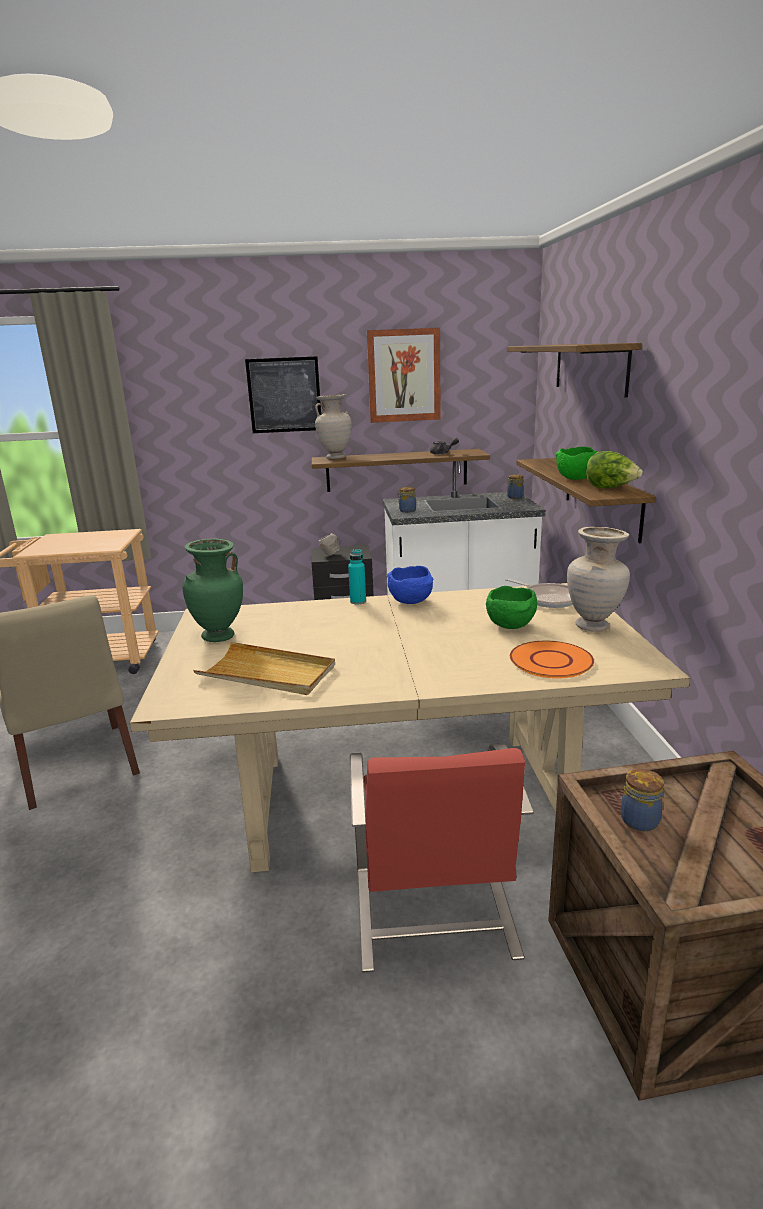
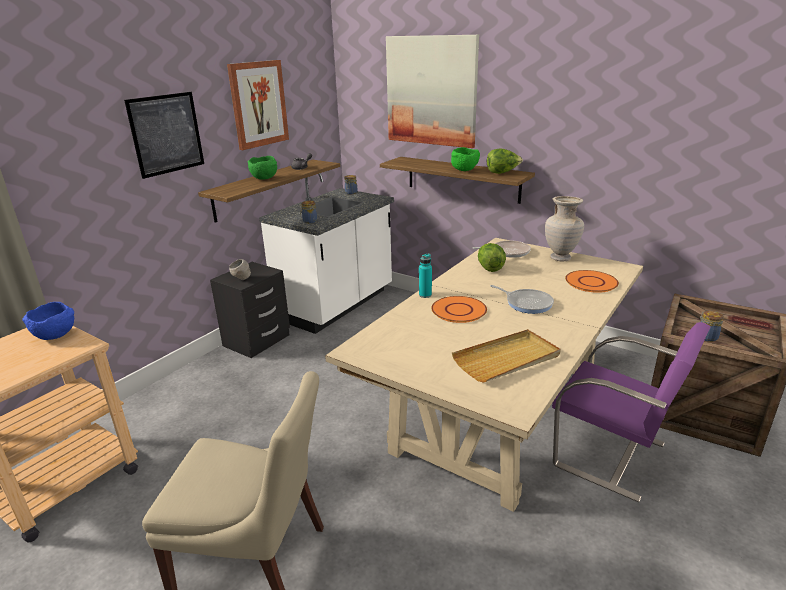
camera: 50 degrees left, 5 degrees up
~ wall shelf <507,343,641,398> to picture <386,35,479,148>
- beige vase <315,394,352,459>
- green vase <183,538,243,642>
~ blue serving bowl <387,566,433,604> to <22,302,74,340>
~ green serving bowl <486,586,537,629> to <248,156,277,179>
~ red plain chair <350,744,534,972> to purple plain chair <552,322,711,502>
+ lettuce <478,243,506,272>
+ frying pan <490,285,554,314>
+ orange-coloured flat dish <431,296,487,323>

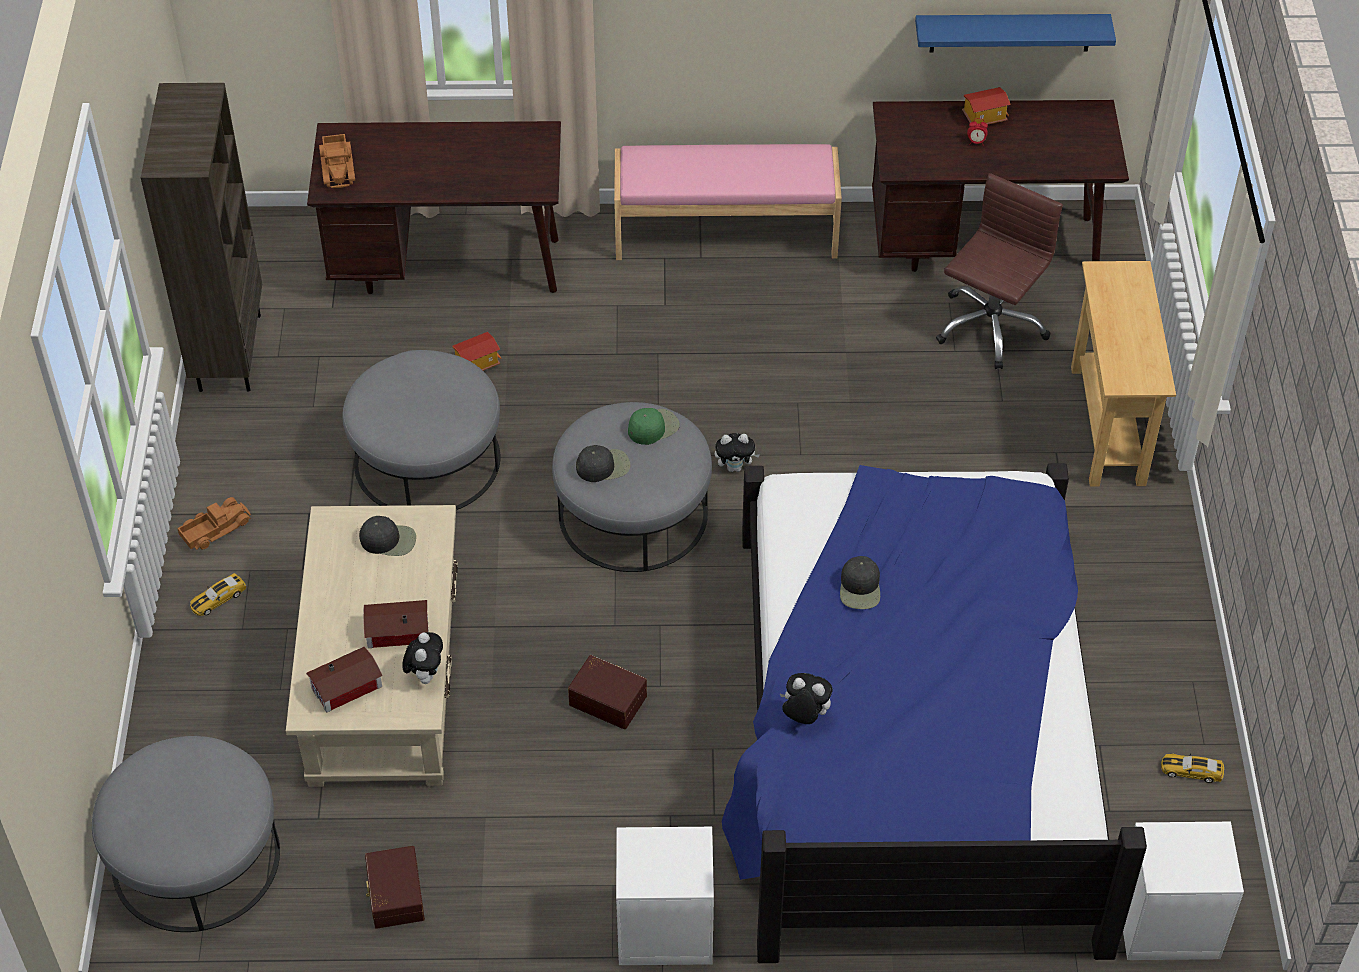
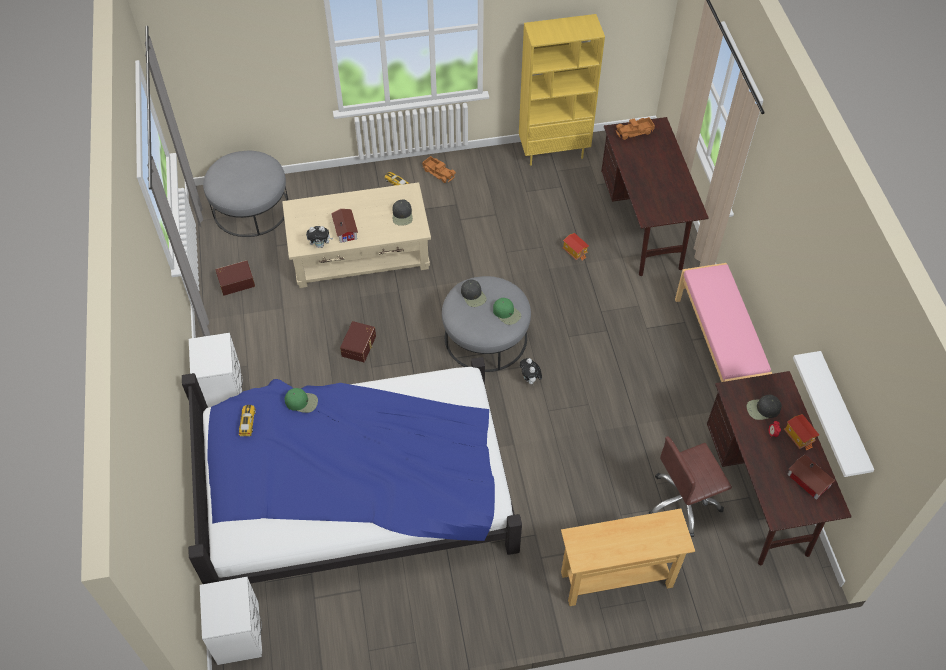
camera: 80 degrees right, 5 degrees up
~ blue wall shelf <915,14,1116,53> to whitish wall shelf <793,351,874,477>
~ brown-coloured shelving unit <141,83,262,392> to yellowish shelving unit <519,14,605,166>
~ brown-coloured desk chair <936,173,1063,369> = <649,436,732,537> 135 degrees clockwise
- grey pouffe <343,350,500,510>
~ blackish baseball cap <840,556,880,609> to <747,395,782,420>
~ toy house <306,646,383,713> to <787,455,835,500>
~ cuddly toy <779,673,833,724> to green baseball cap <285,388,318,413>
~ miniature car <1161,753,1224,783> to <239,405,256,437>

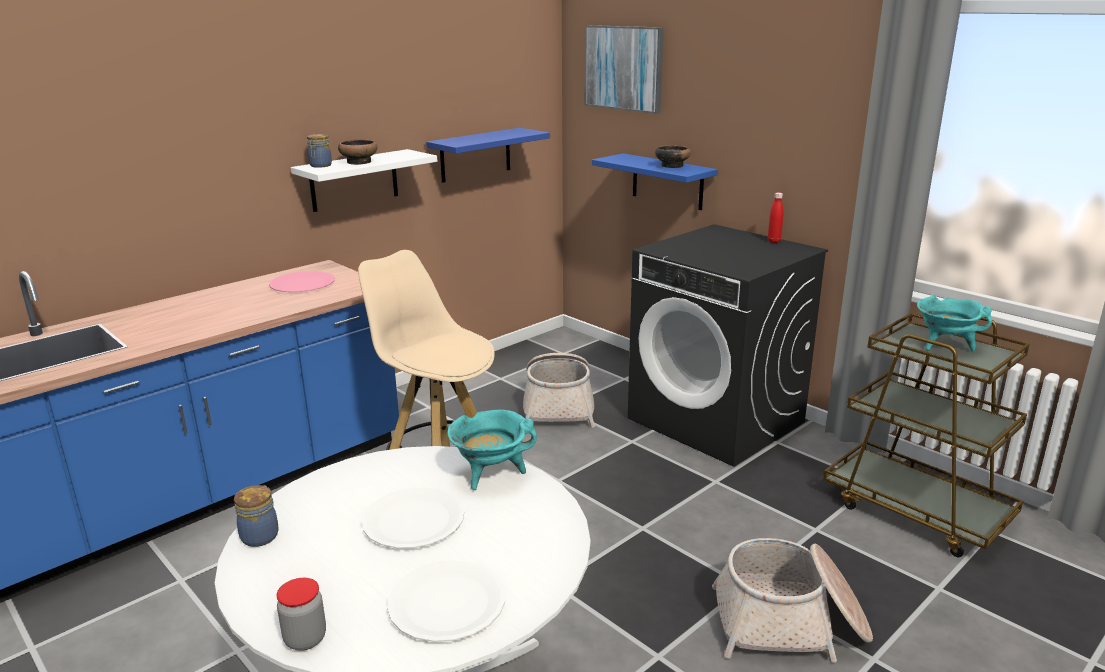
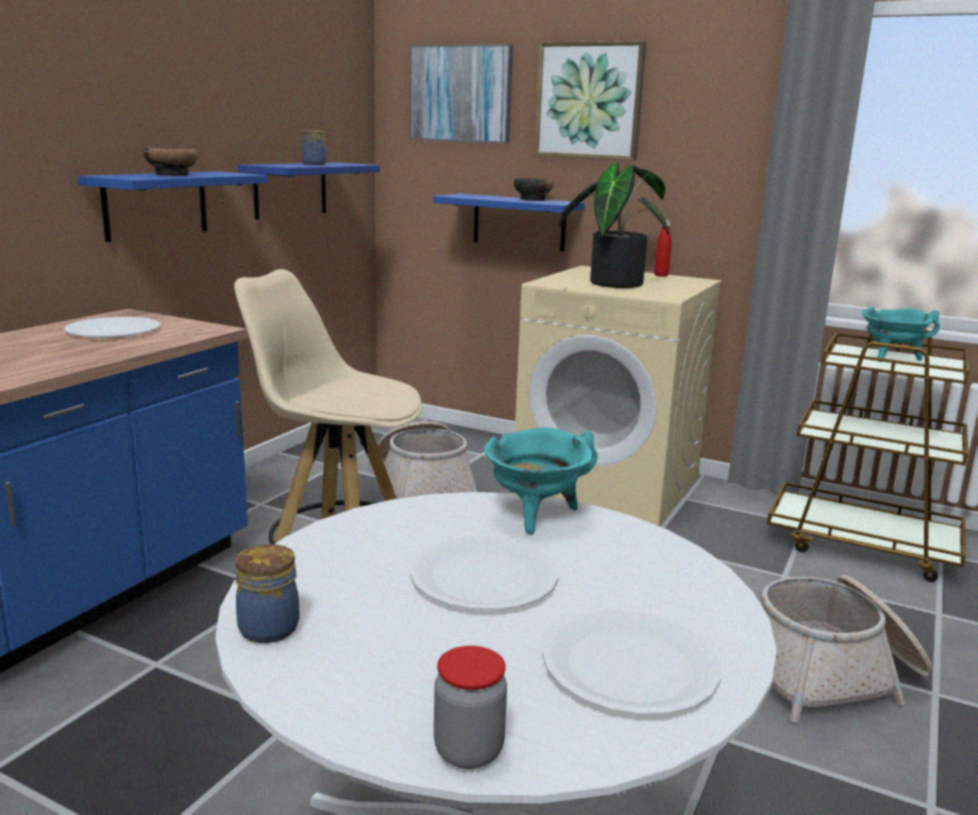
camera: 20 degrees left, 5 degrees down
~ jar <307,134,332,168> to <302,130,326,165>
~ whitish wall shelf <291,149,437,212> to blue wall shelf <78,171,268,242>
~ blackish laundry machine <628,224,828,467> to beige laundry machine <512,266,722,526>
~ pinkish flat dish <269,271,335,292> to whitish flat dish <65,317,161,338>
+ picture <534,41,646,161>
+ potted plant <559,163,669,288>

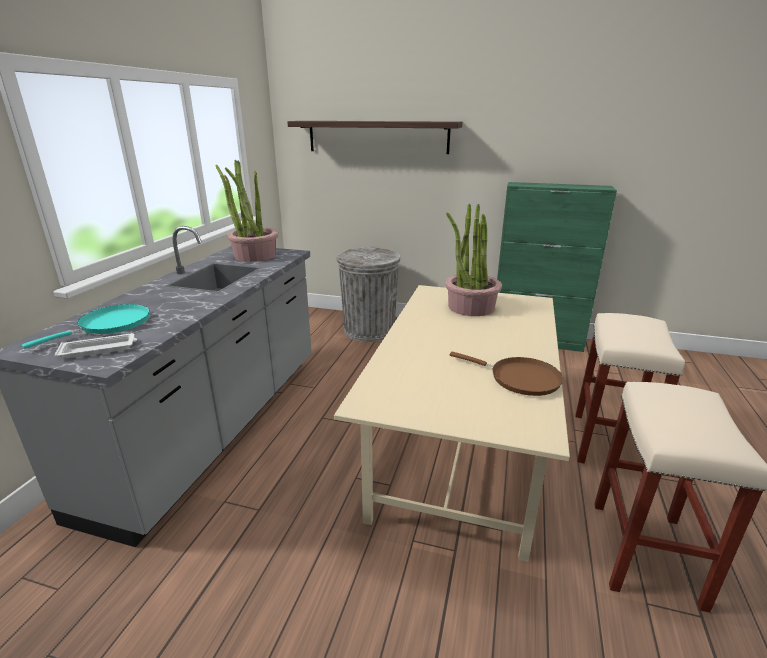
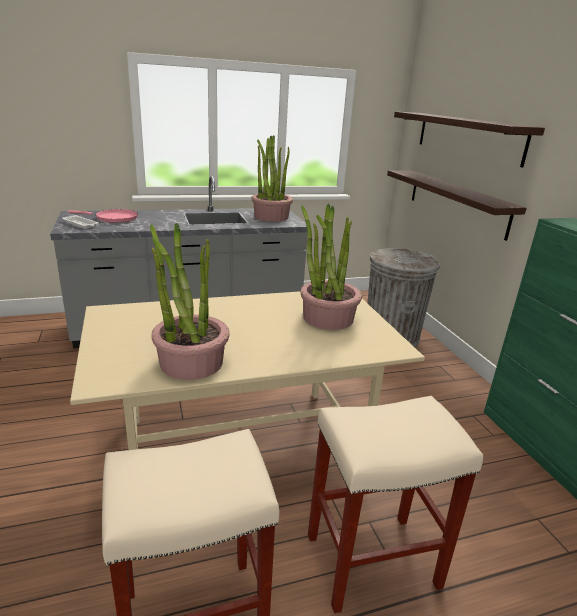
camera: 55 degrees right, 0 degrees up
~ turquoise frying pan <22,304,150,349> to pinkish frying pan <68,209,138,223>
~ brown-coloured frying pan <450,352,563,396> to potted plant <150,223,230,380>
+ wall shelf <387,170,526,241>

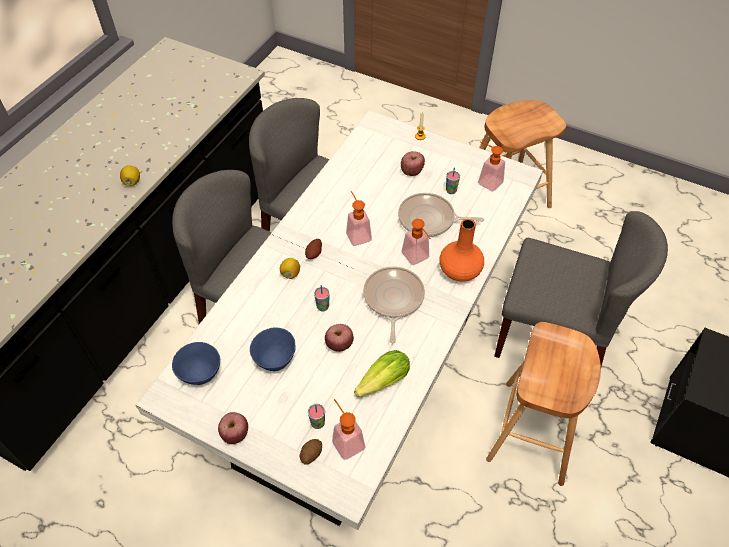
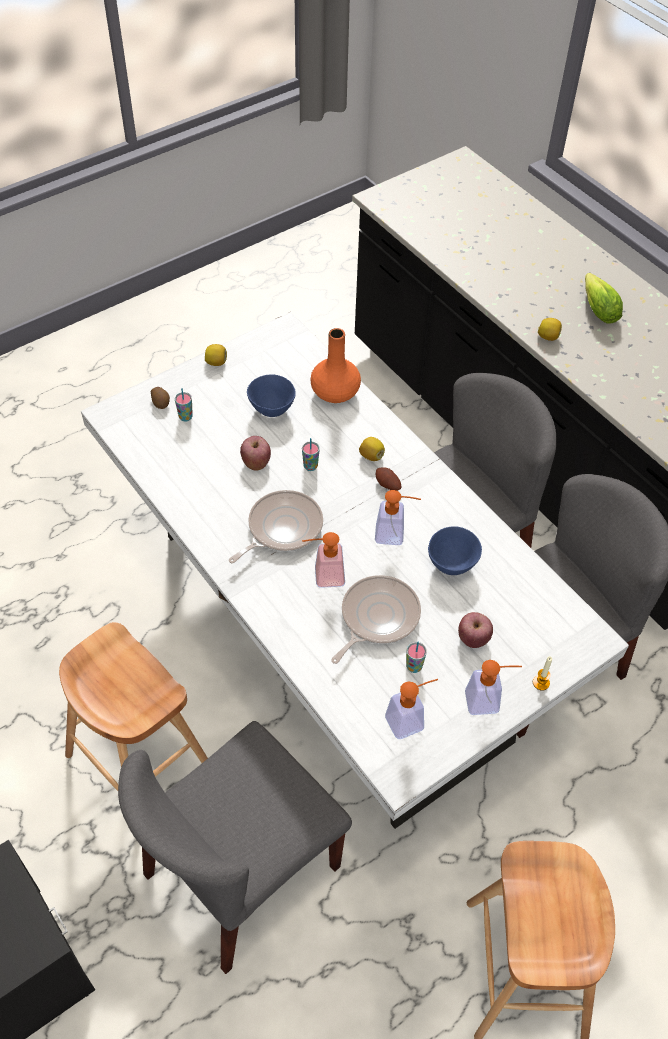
camera: 115 degrees right, 0 degrees up
~ orange-coloured vase <439,219,484,282> to <310,328,361,403>
~ frying pan <363,266,425,343> = <229,490,323,563> 75 degrees counterclockwise
~ blue serving bowl <172,342,220,385> to <428,526,482,575>
~ lettuce <354,350,410,397> to <585,273,623,323>
~ soap dispenser <332,399,365,460> to <465,660,522,715>
~ apple fruit <218,412,248,444> to lemon <205,344,227,366>

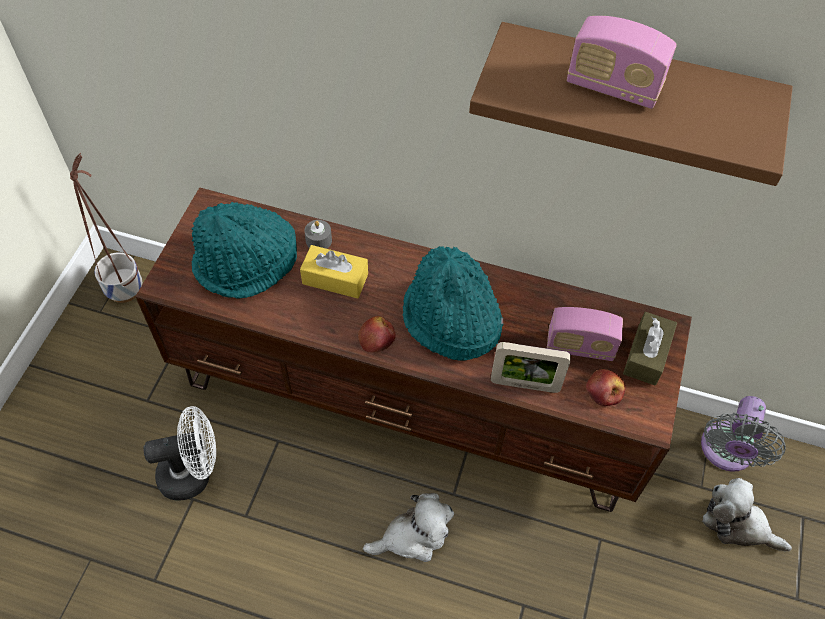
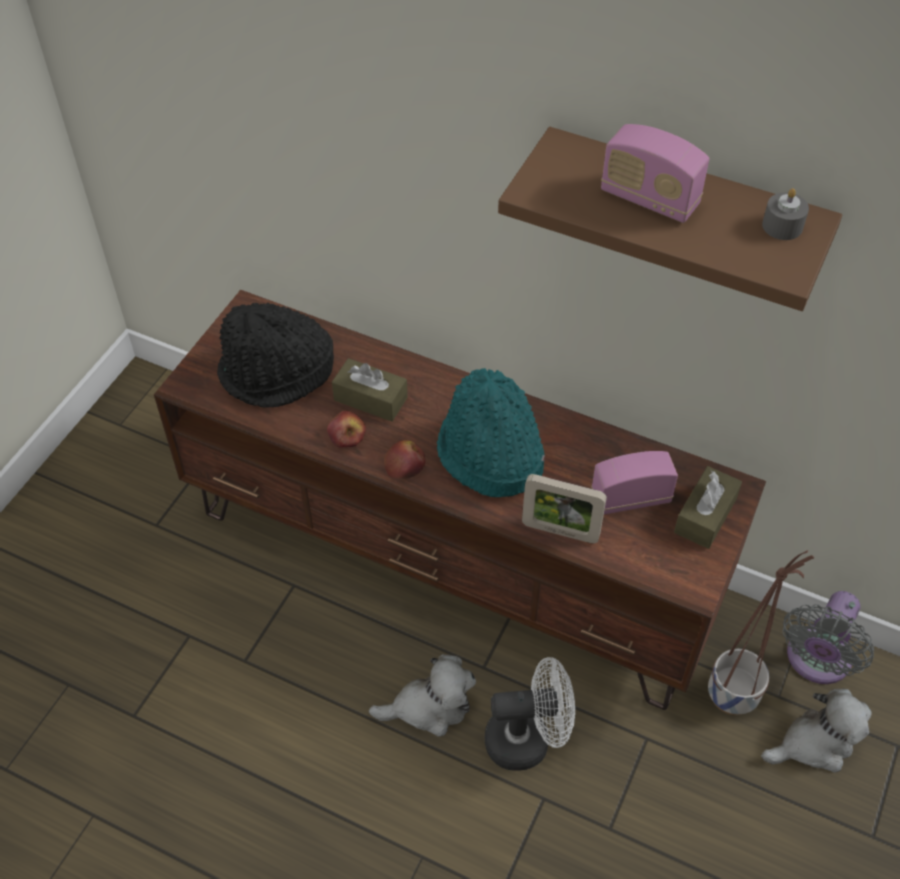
camera: 10 degrees right, 5 degrees down
~ plant pot <70,153,142,303> to <708,550,814,715>
~ turquoise hat <191,202,297,298> to blackish hat <217,303,334,408>
~ grey wax light <304,220,332,249> to <762,188,809,240>
~ yellowish box of tissues <300,245,368,299> to brown-coloured box of tissues <332,358,408,422>
~ radio <547,307,623,361> = <591,451,678,514> 150 degrees clockwise
~ apple fruit <586,369,626,406> to <327,411,366,448>
~ whitish electric fan <143,406,216,501> to <485,657,575,771>
~ cuddly toy <702,478,792,552> = <761,689,872,773> 120 degrees clockwise

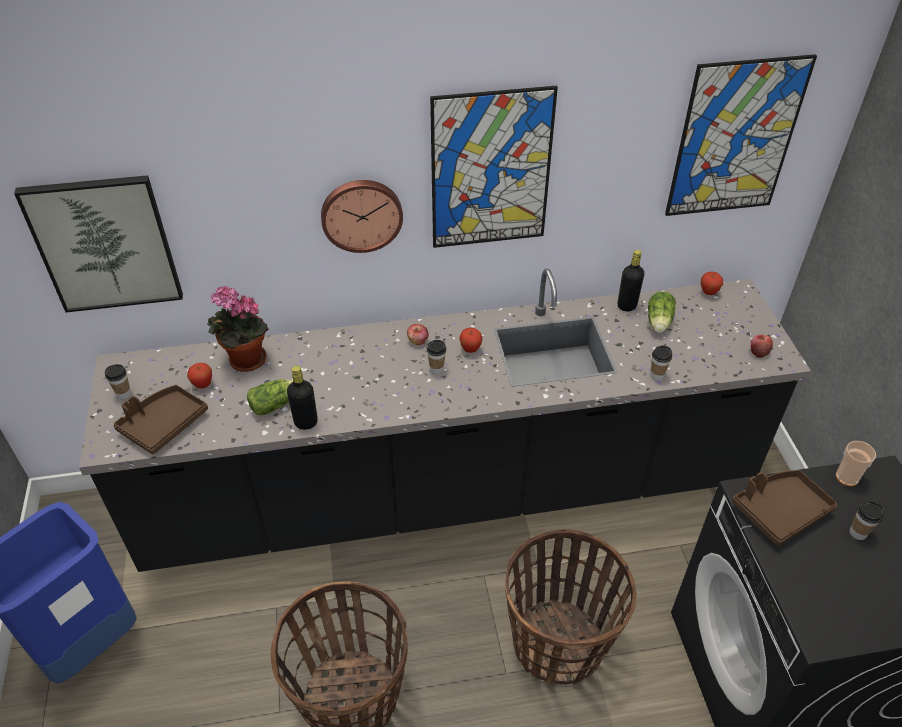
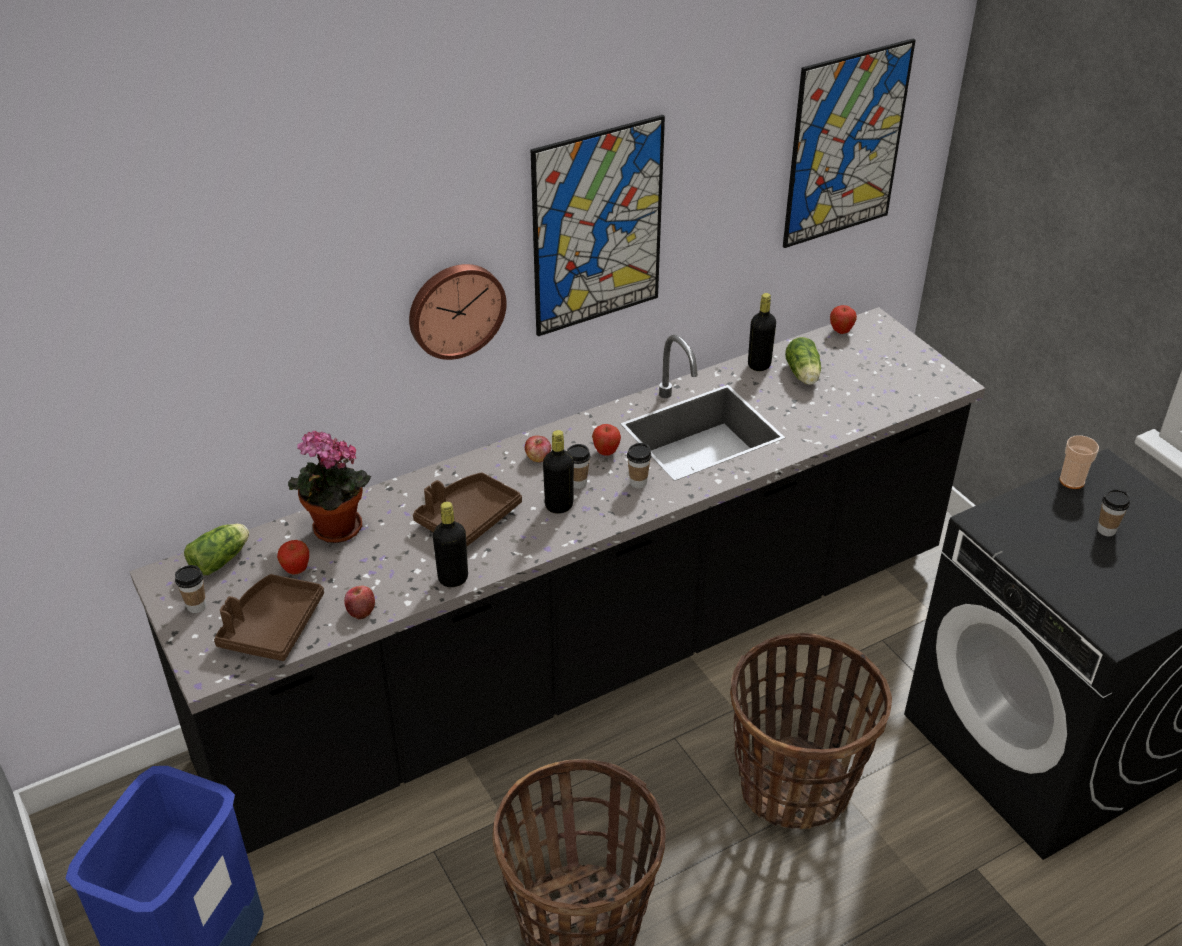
camera: 20 degrees left, 5 degrees down
- picture <14,175,183,312>
~ apple fruit <751,335,773,358> to <344,586,375,620>
~ cup <650,345,672,381> to <627,443,651,488>
~ lettuce <247,379,293,415> to <184,524,249,576>
~ brown-coloured carrying tray <732,470,837,546> to <413,472,522,546>
+ blackish drink bottle <543,430,574,514>

